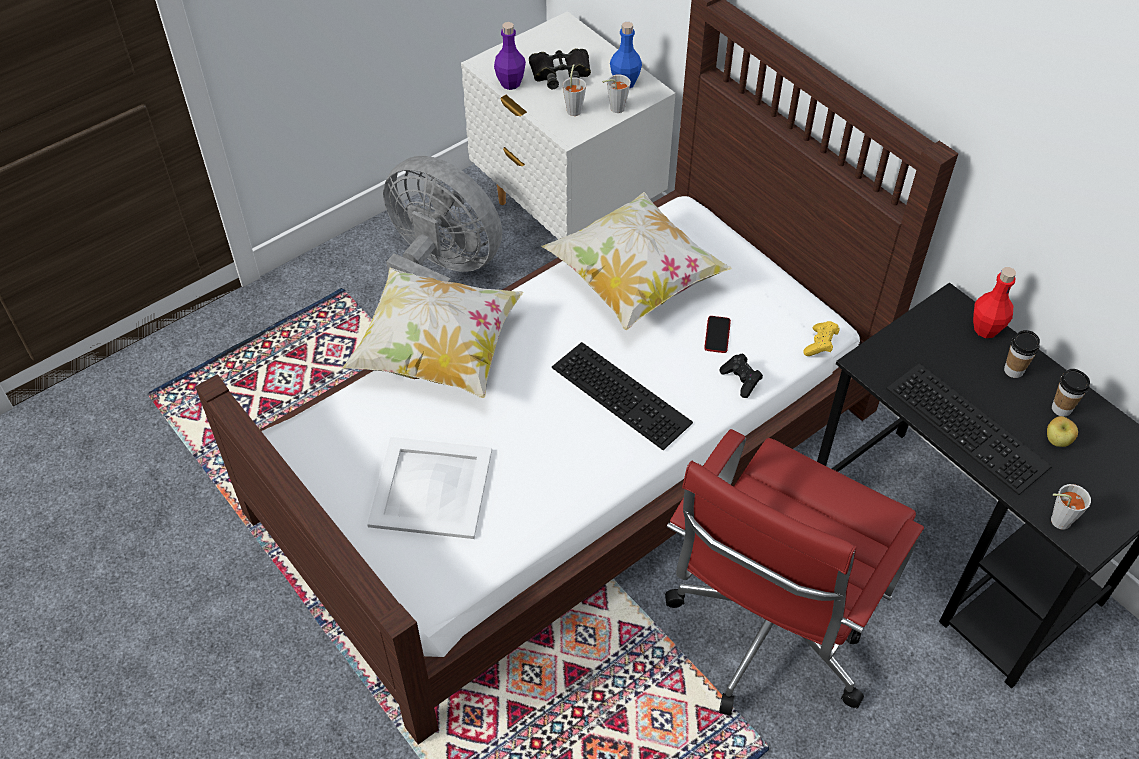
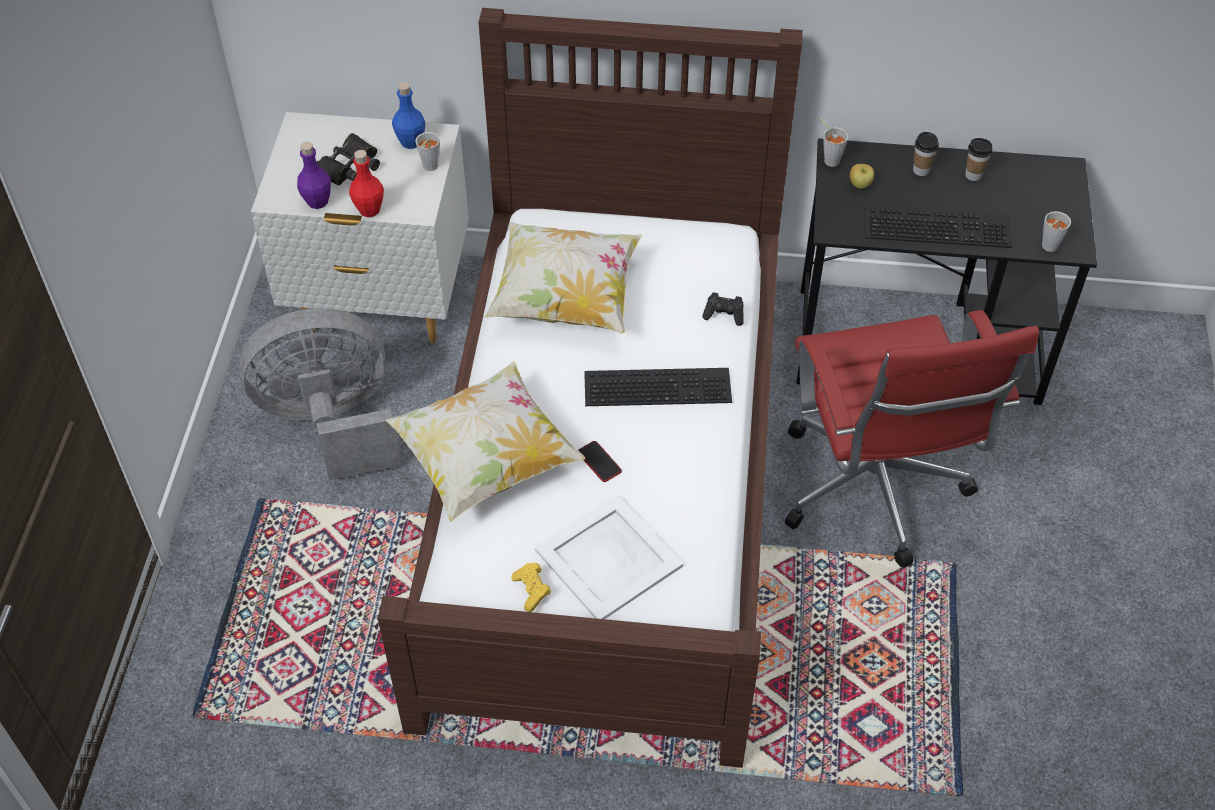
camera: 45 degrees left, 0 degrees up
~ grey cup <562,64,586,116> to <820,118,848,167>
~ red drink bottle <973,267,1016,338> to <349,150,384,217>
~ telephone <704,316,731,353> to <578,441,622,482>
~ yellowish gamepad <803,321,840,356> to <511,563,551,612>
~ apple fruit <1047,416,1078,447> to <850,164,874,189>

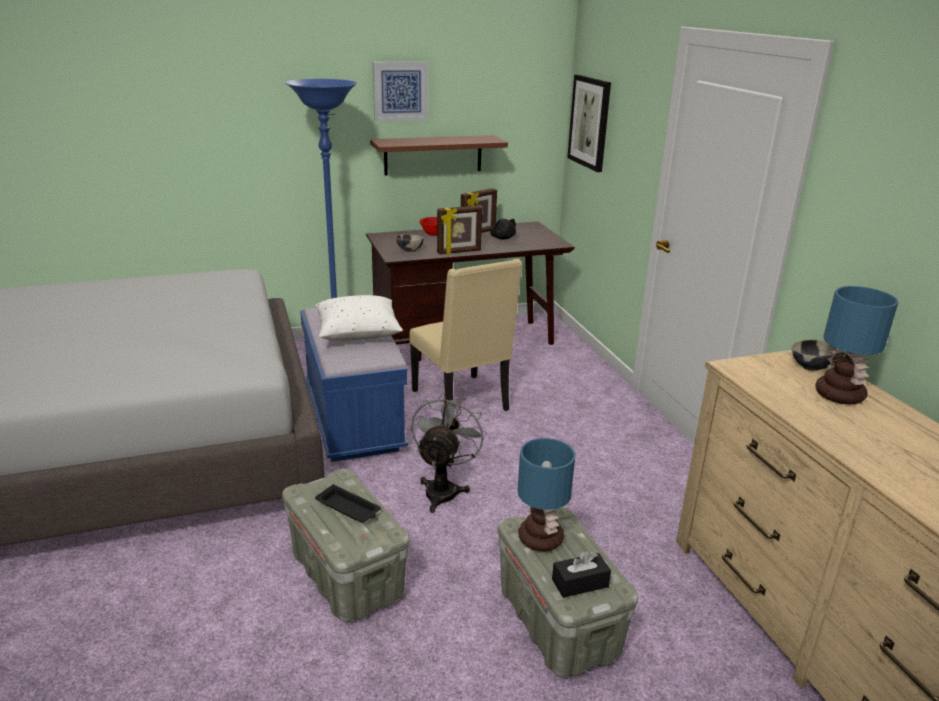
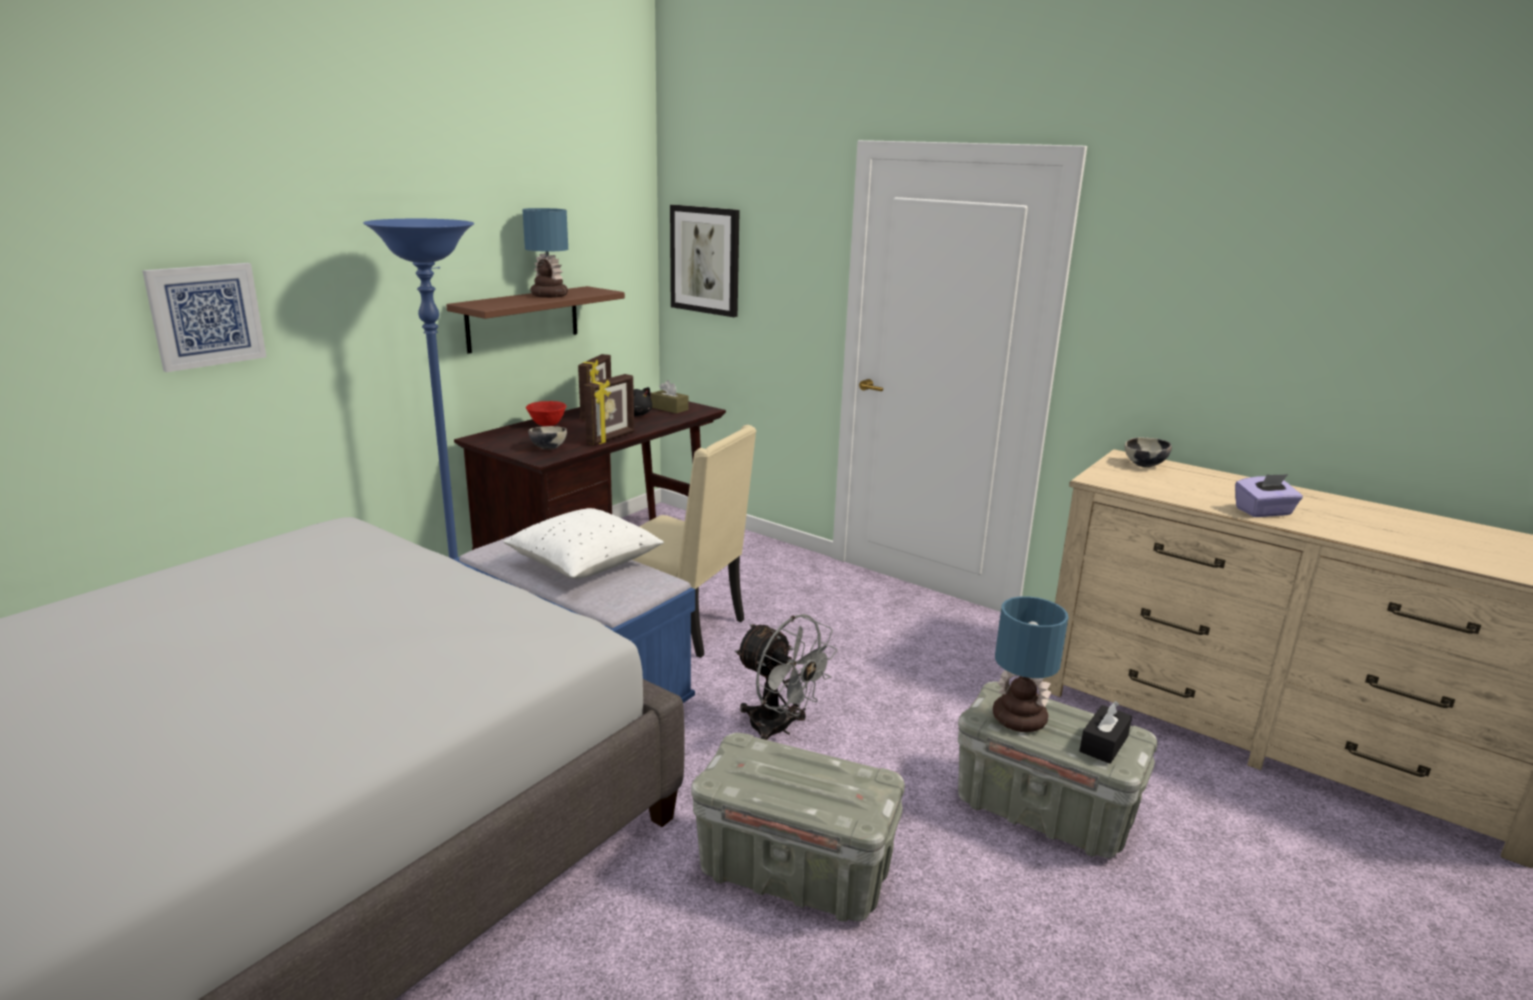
camera: 35 degrees left, 5 degrees down
~ picture <373,62,428,121> to <142,263,266,372>
~ table lamp <815,286,899,405> to <522,208,568,298>
~ grey electric fan <411,393,486,513> = <735,614,838,740> 150 degrees clockwise
- blackish carrying tray <315,484,381,523>
+ brown-coloured box of tissues <651,380,688,414>
+ purple box of tissues <1235,474,1303,517>

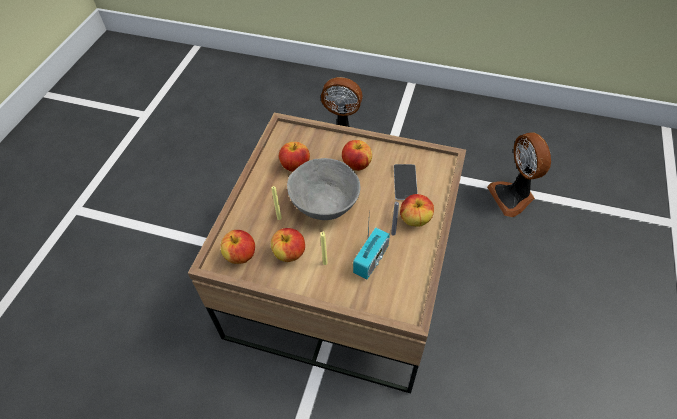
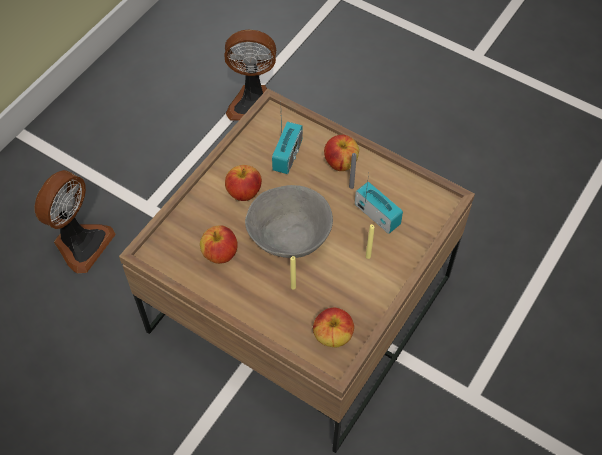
camera: 75 degrees left, 5 degrees up
~ telephone <394,164,418,200> to radio <272,117,303,174>
- apple fruit <271,228,305,262>

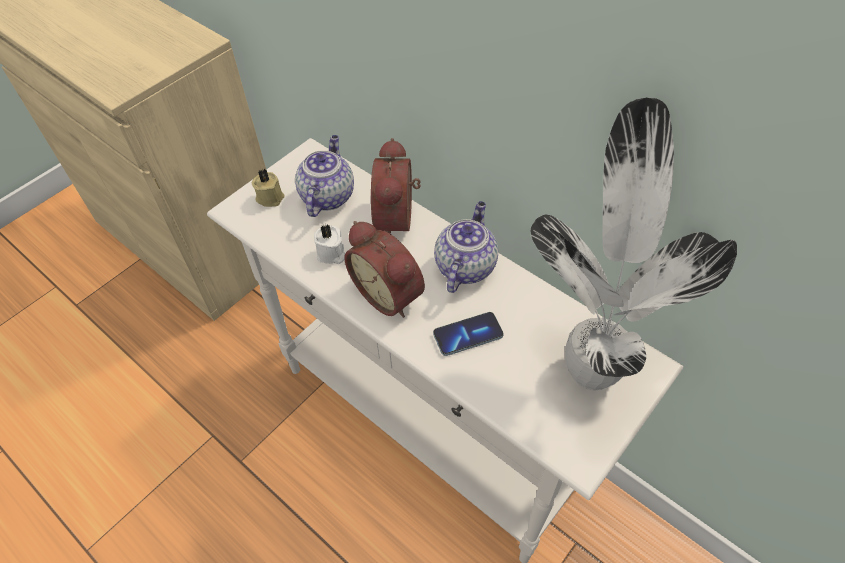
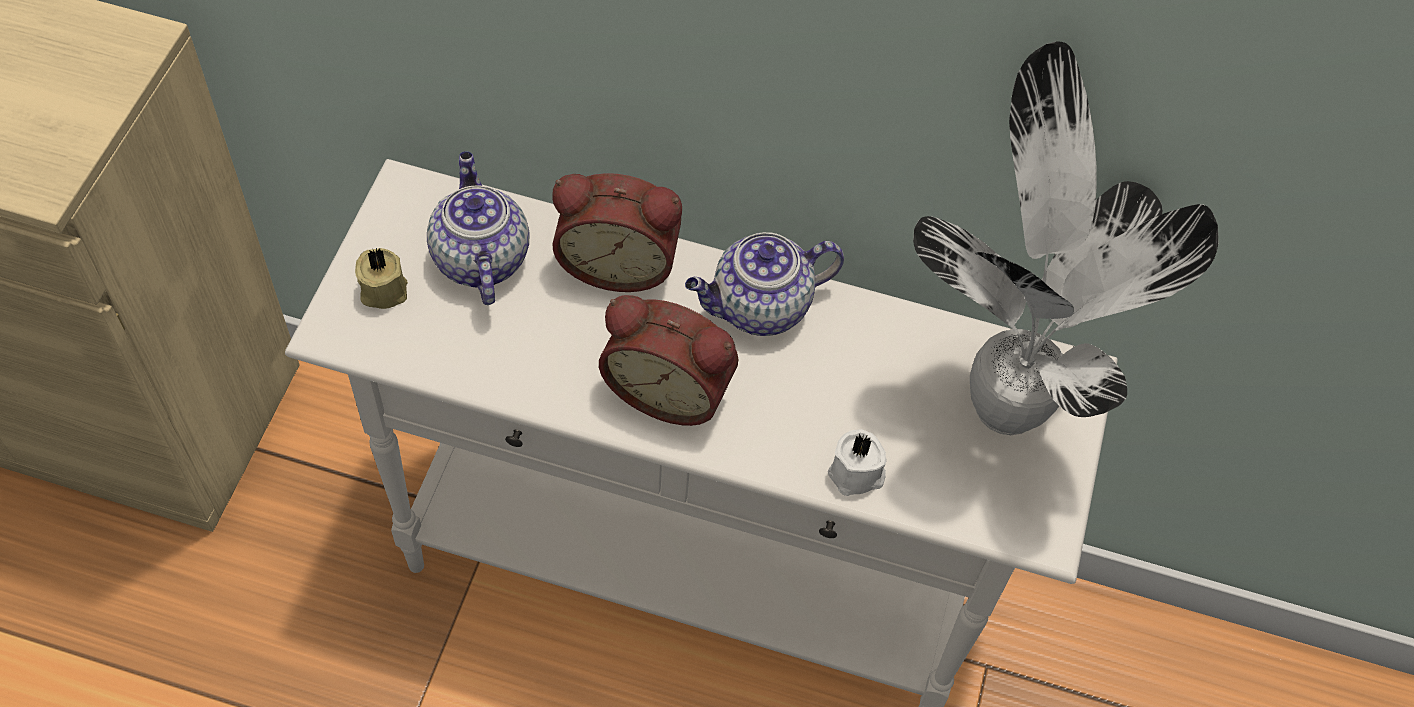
camera: 30 degrees left, 5 degrees up
~ bedside clock <371,138,421,233> = <552,173,682,292> 60 degrees counterclockwise
~ teapot <434,201,498,293> = <685,232,844,336> 105 degrees counterclockwise
~ whitish wax light <314,224,345,264> to <828,429,887,496>
- telephone <433,312,504,356>

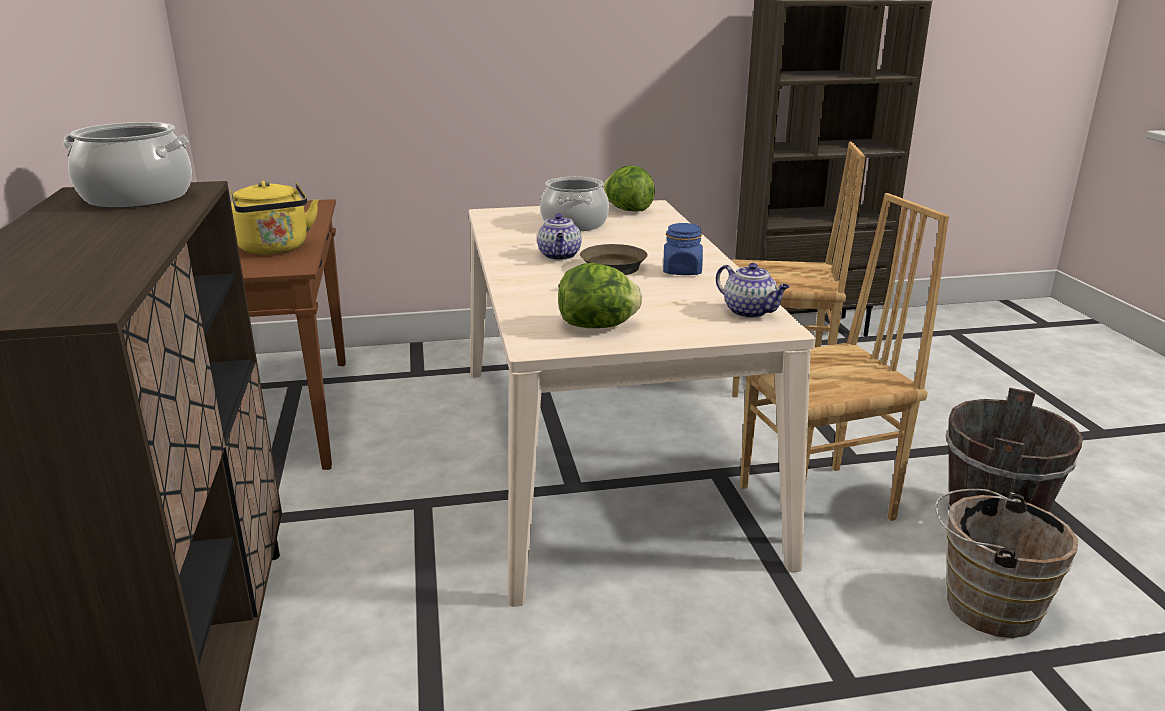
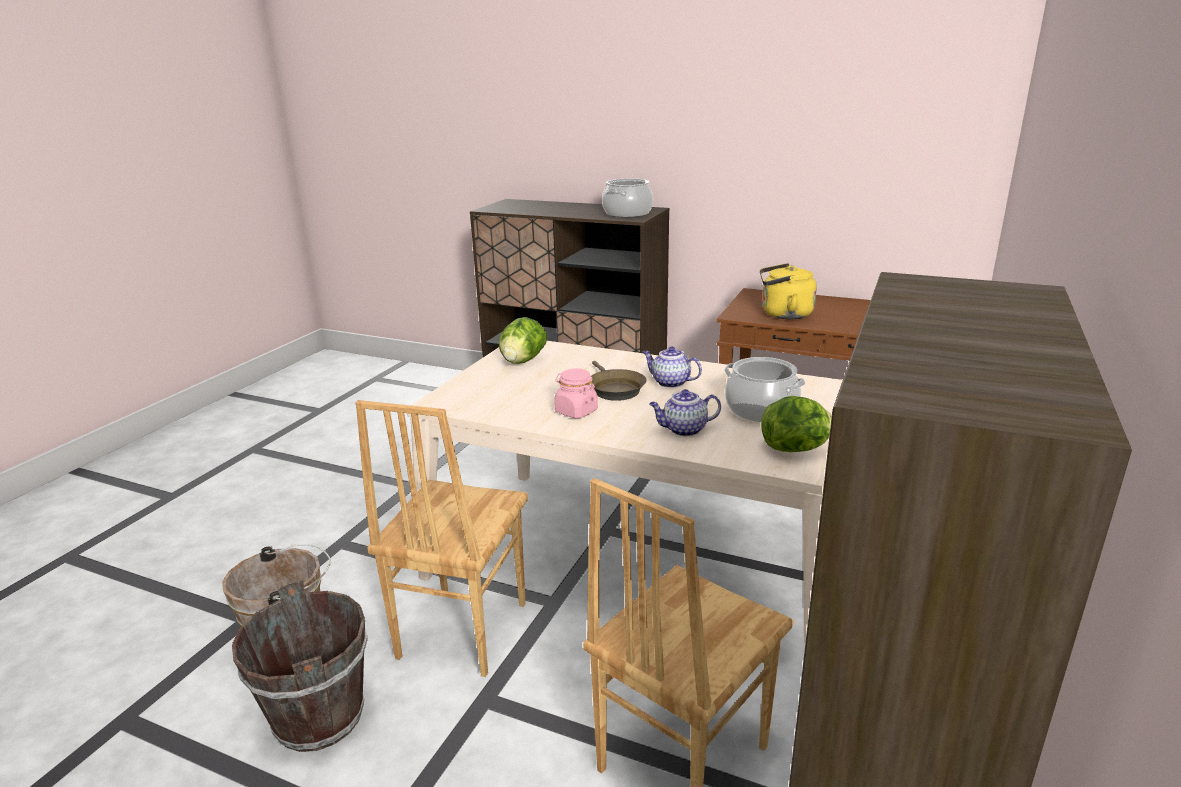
camera: 125 degrees right, 0 degrees up
~ blue jar <663,223,703,275> to pinkish jar <554,368,598,418>
~ teapot <716,263,790,318> to <649,389,721,436>

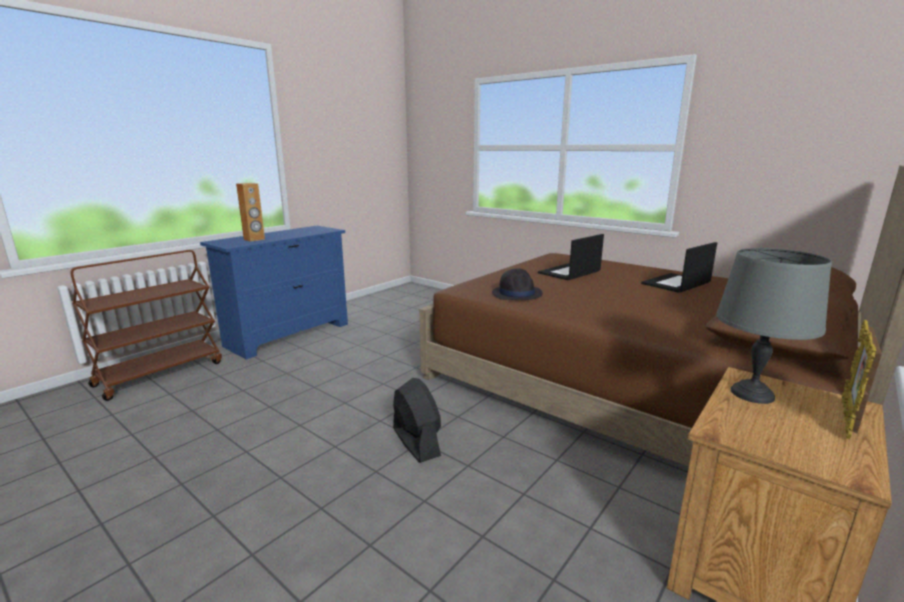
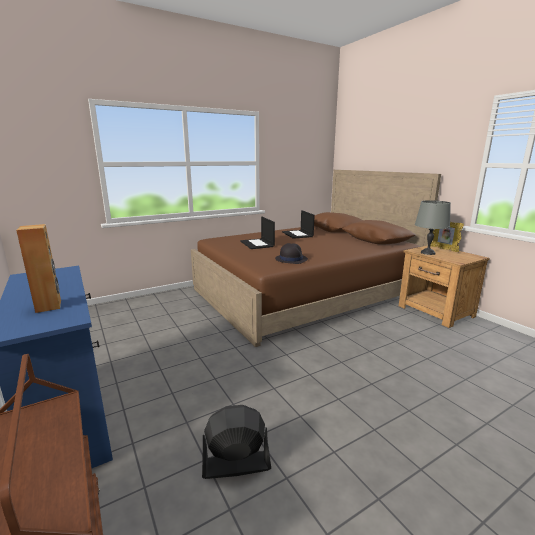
camera: 70 degrees left, 0 degrees up
~ blackish electric fan <393,378,441,463> to <202,405,271,479>

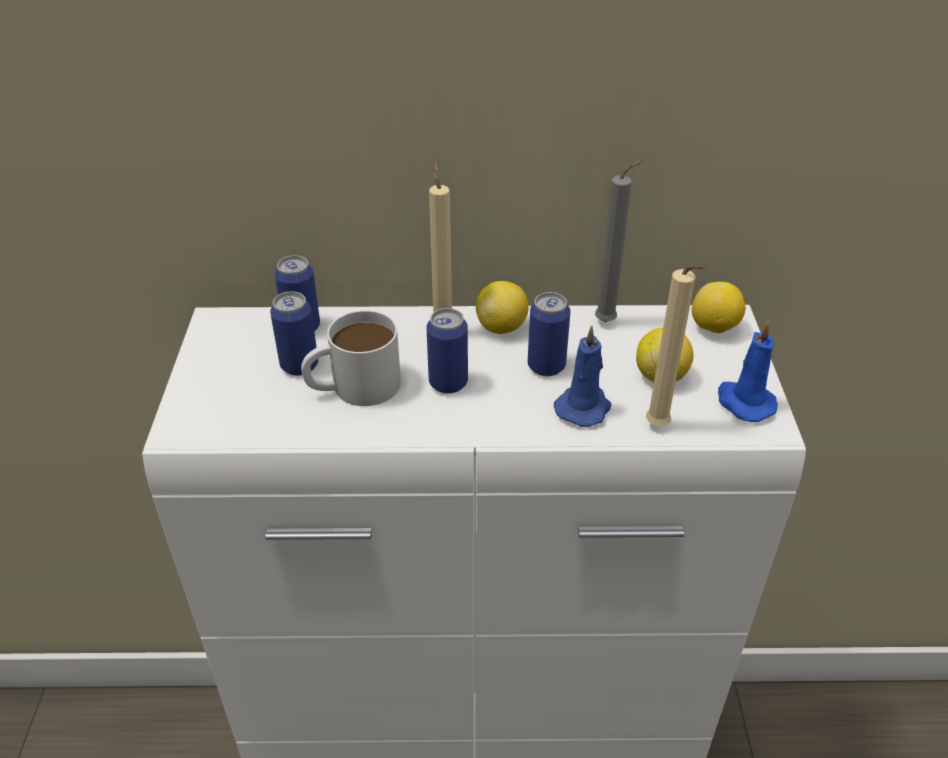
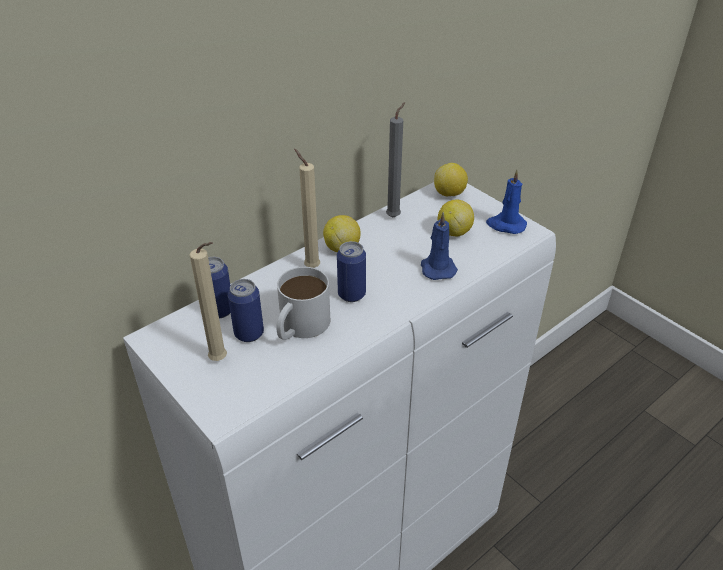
camera: 40 degrees left, 0 degrees up
~ beige wax light <646,265,706,426> to <190,242,227,361>
- sealed can <528,292,570,376>

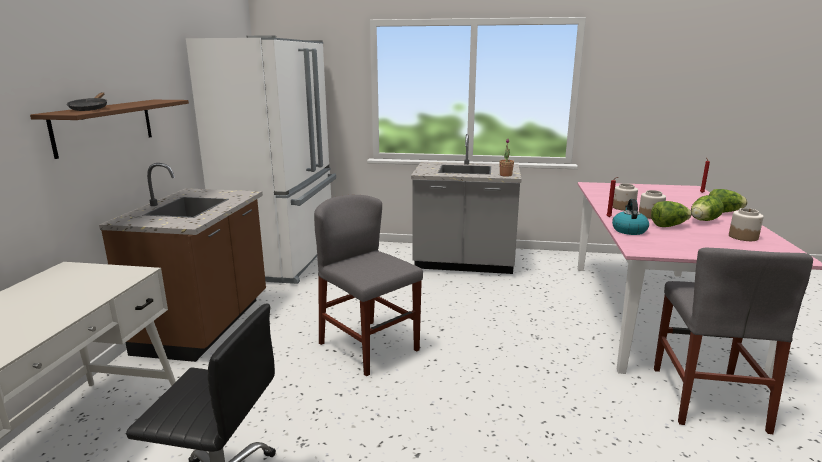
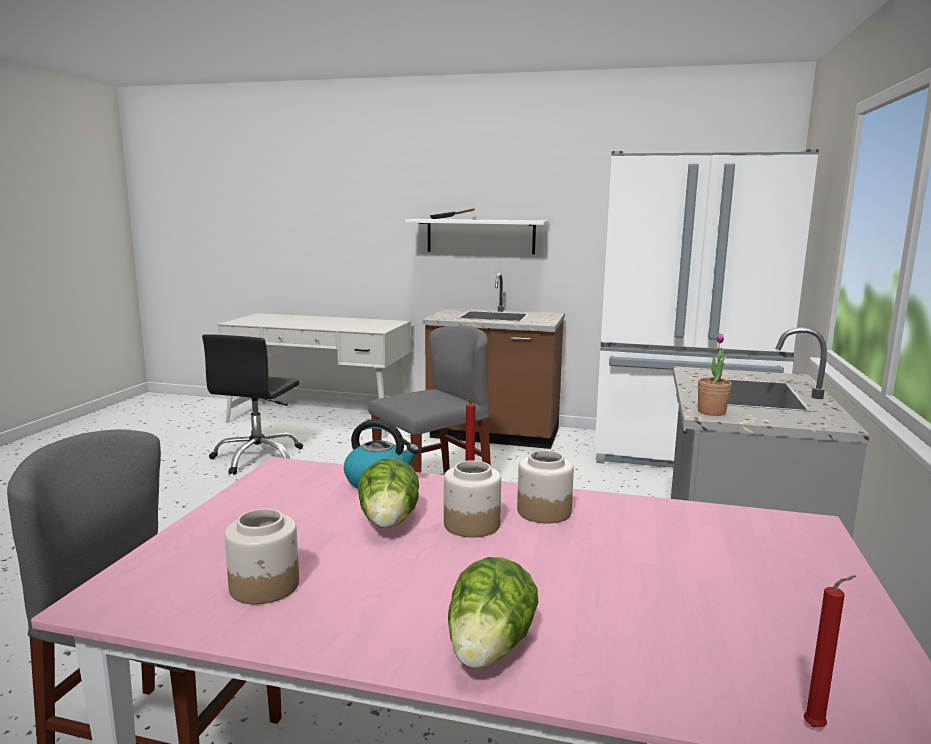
camera: 95 degrees right, 5 degrees down
~ brown-coloured wall shelf <30,100,189,159> to whitish wall shelf <405,219,549,254>
- lettuce <691,195,724,221>

